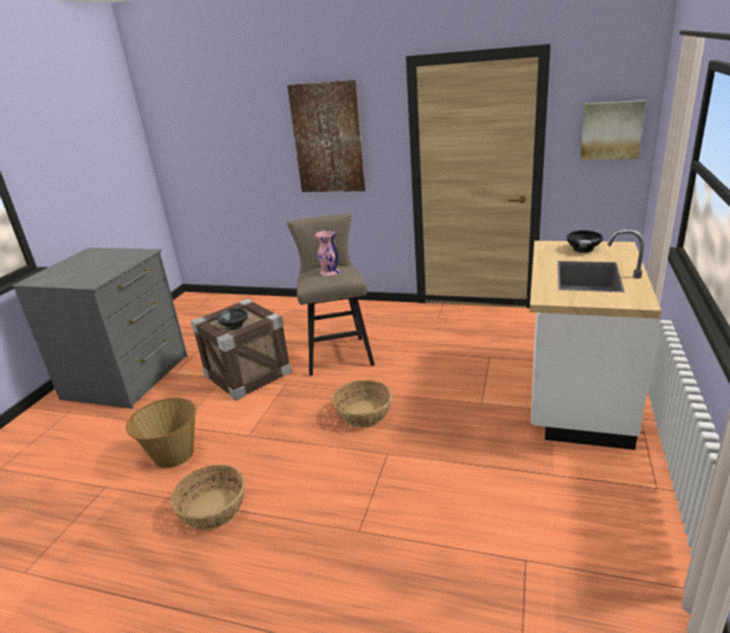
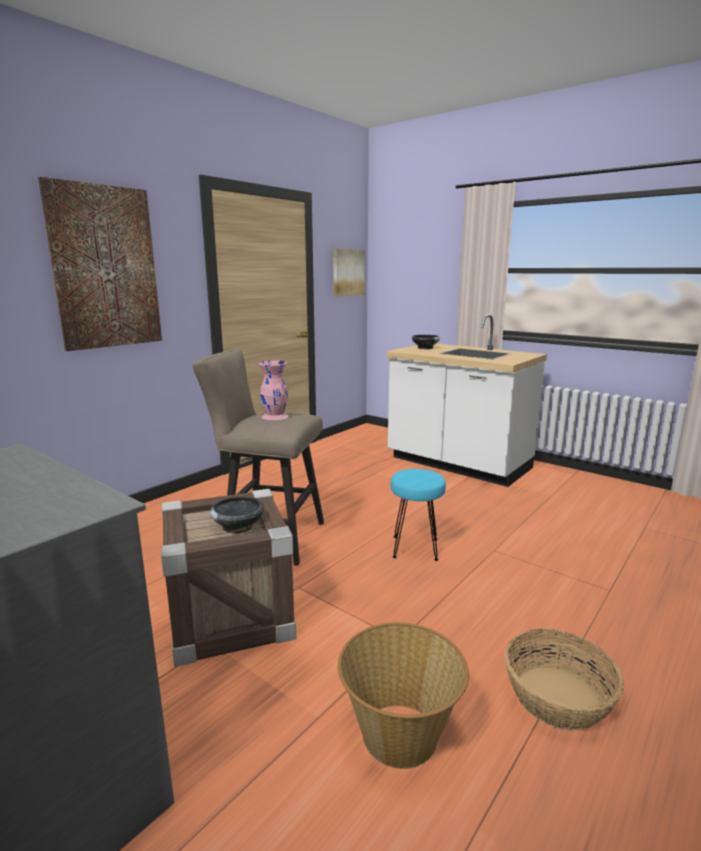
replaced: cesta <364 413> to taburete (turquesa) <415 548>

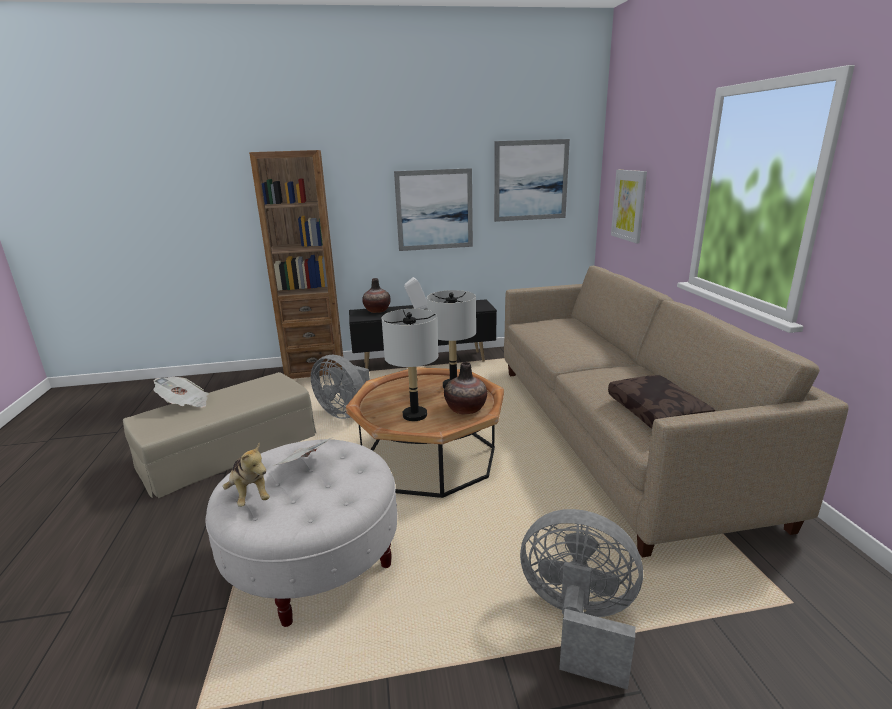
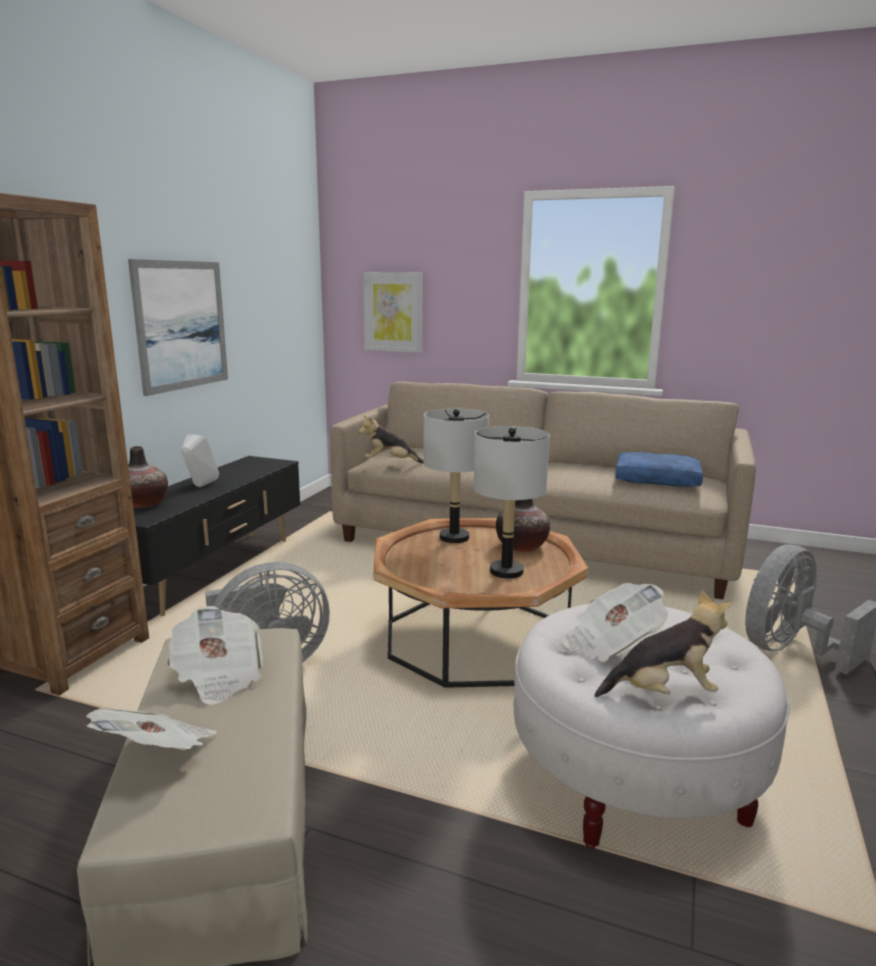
removed: cuadro <530 180>
added: periódico <218 676>; peluche <390 463>
recoloured: cojín (marrón) <658 413> to cojín (azul) <657 479>

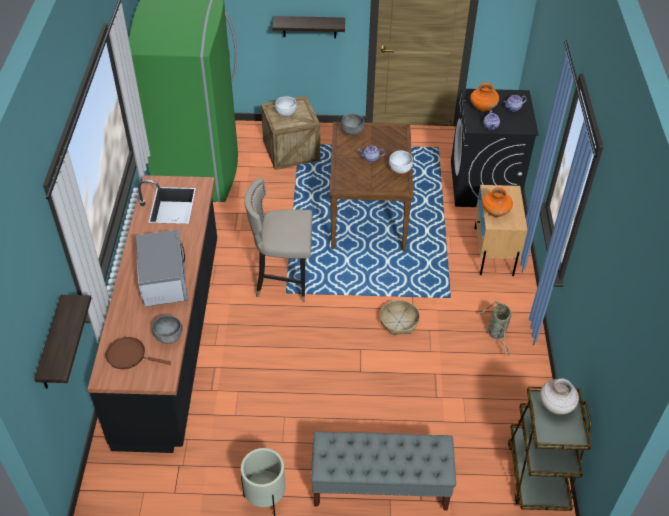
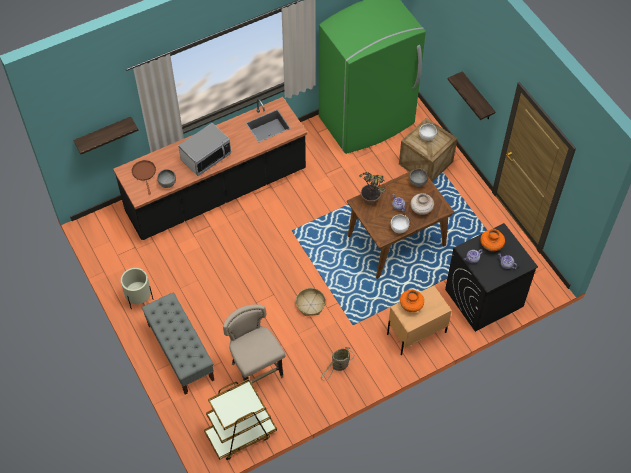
added: planta en maceta <372 203>
moved: taburete (beis) <283 281> to <256 372>; florero (beis) <556 405> to <421 209>

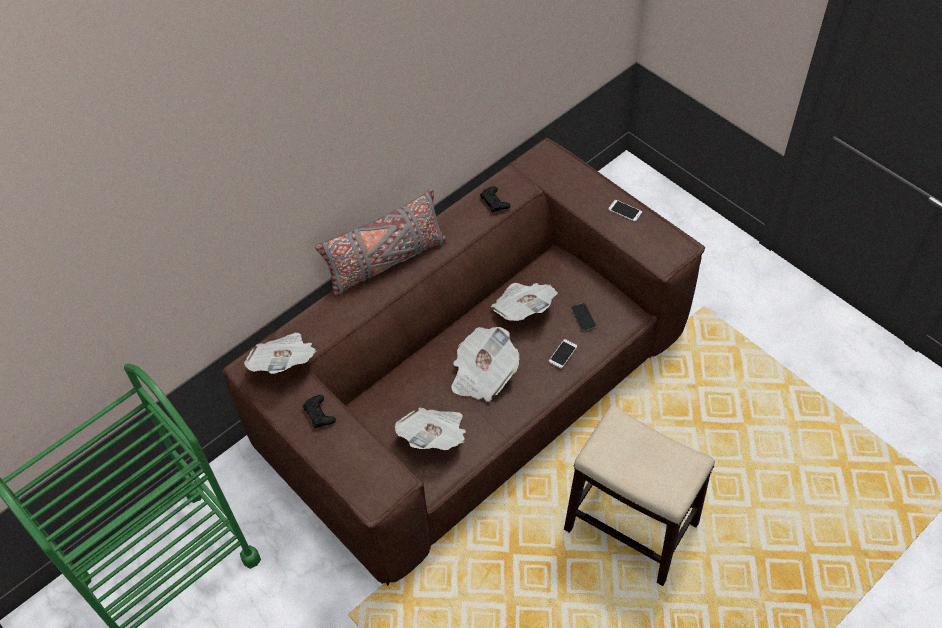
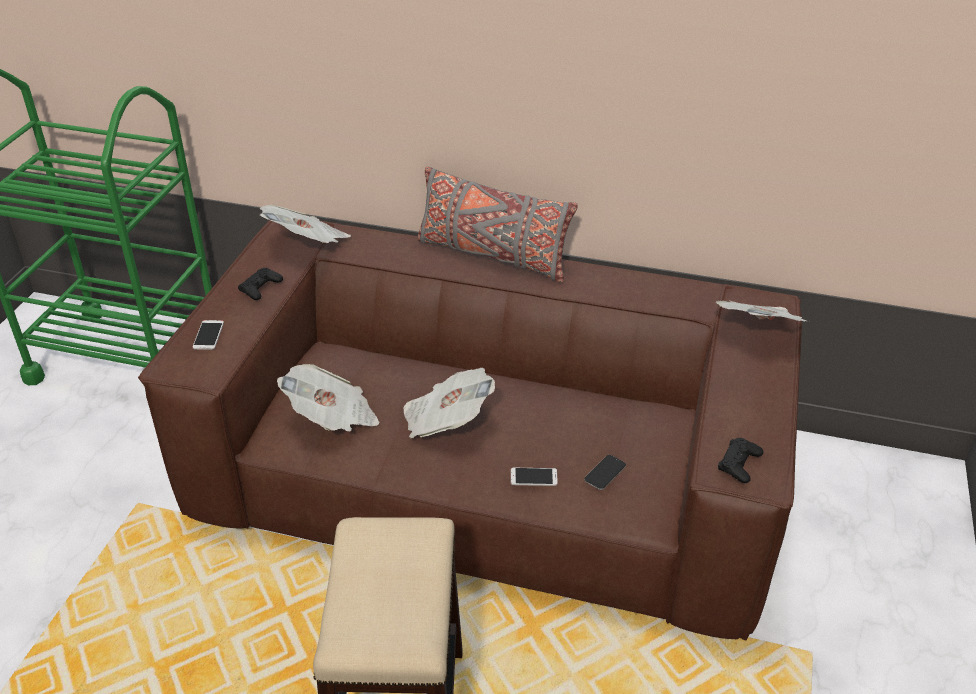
moved: móvil <625 211> to <208 335>; periódico <523 309> to <758 330>; mando de consola (negro) <494 202> to <739 464>

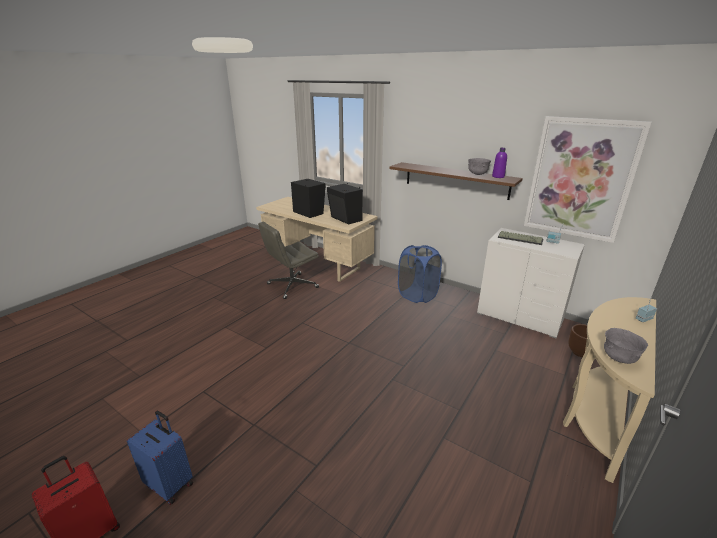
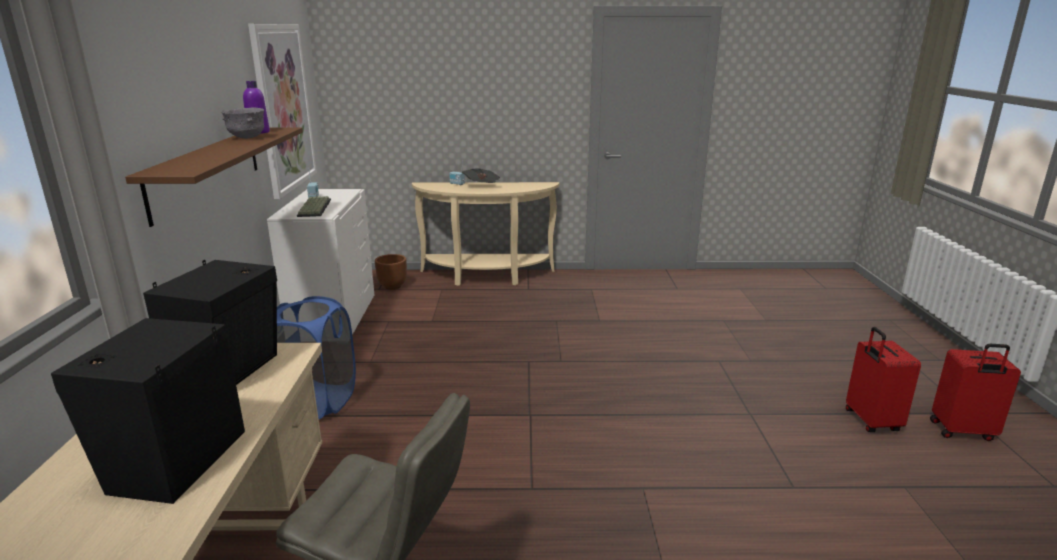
removed: cuenco (gris) <618 358>
added: periódico <482 186>
recoloured: maleta (azul) <170 484> to maleta (rojo) <870 421>

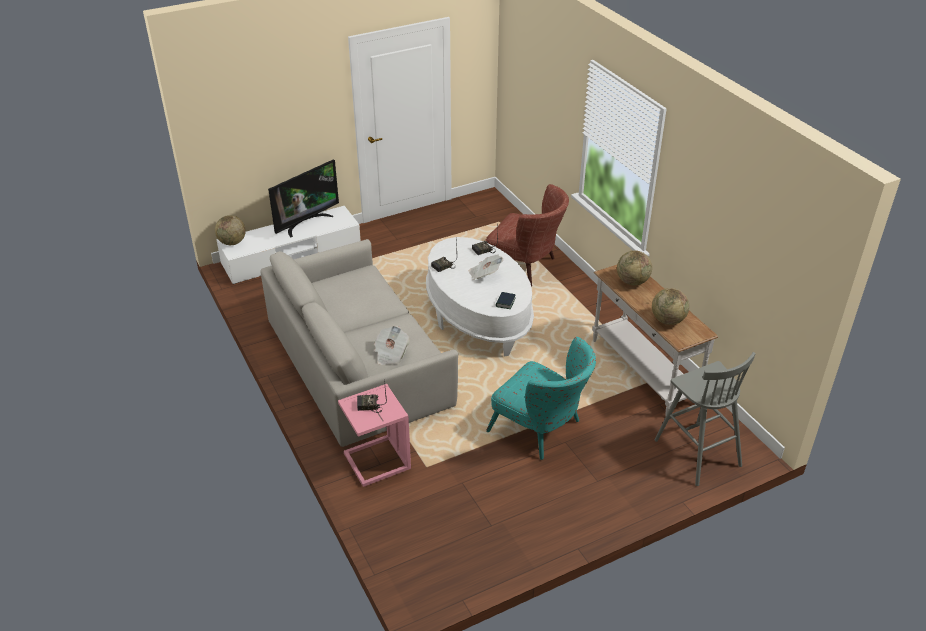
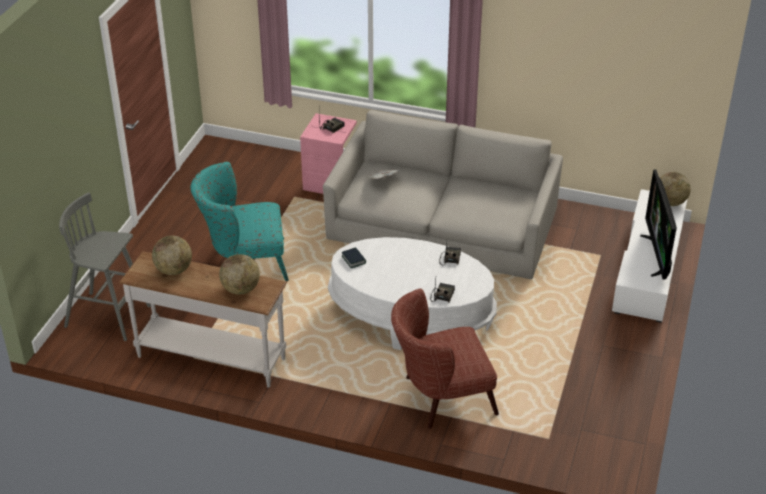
removed: periódico <485 274>

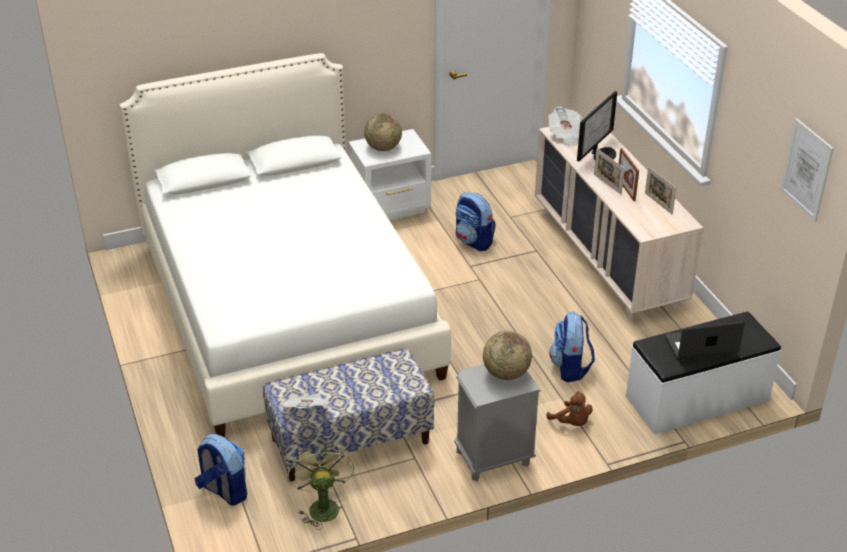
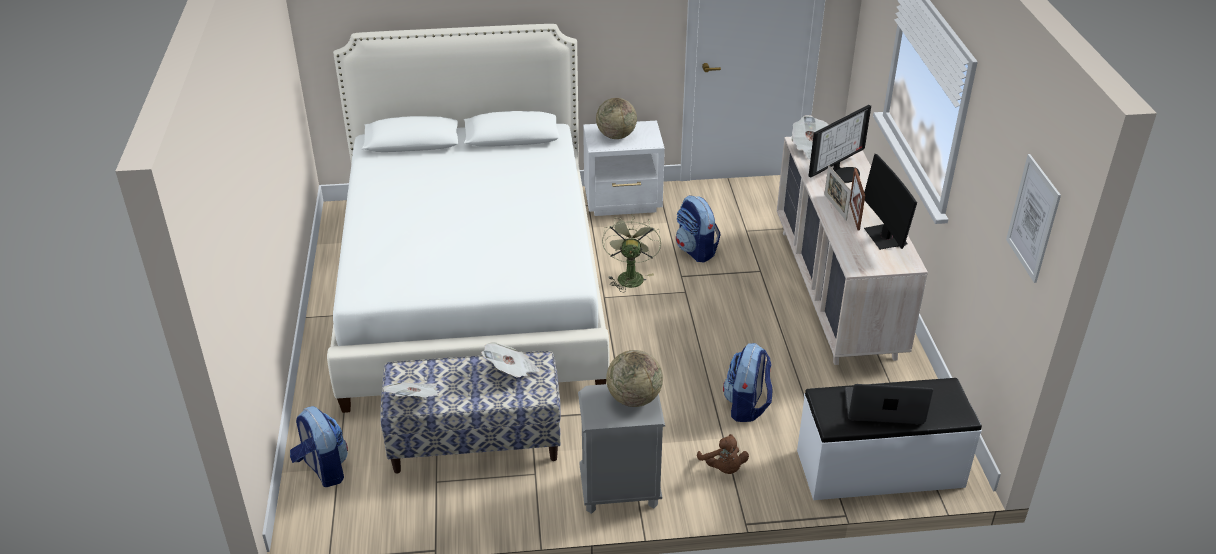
added: periódico <511 371>
moved: ventilador (verde) <321 505> to <629 276>
replaced: portarretratos <658 203> to monitor <885 237>

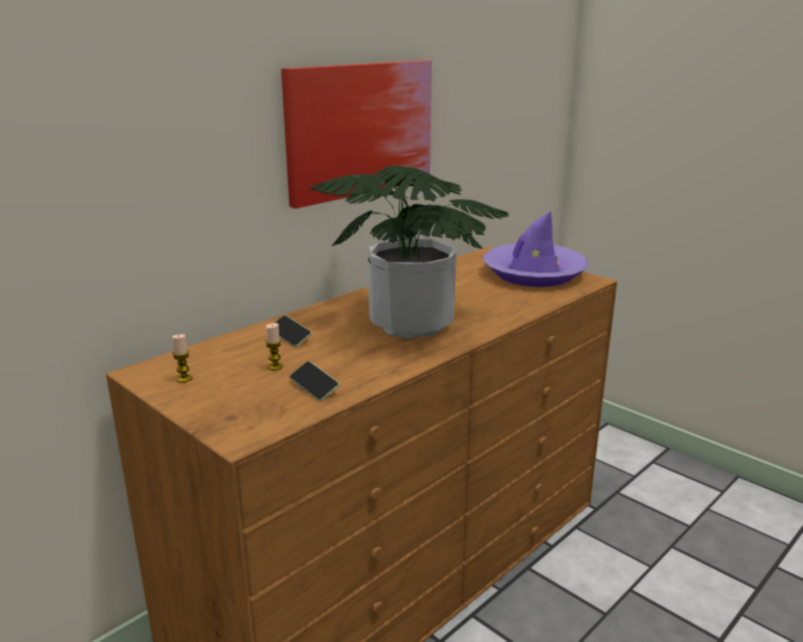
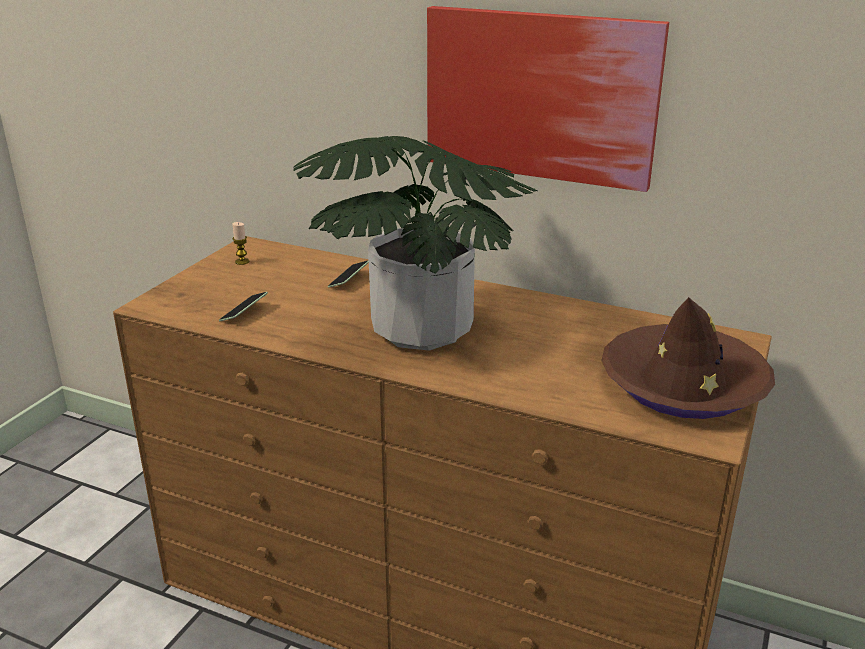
removed: vela <275 367>
recoloured: sombrero (morado) <533 274> to sombrero (marrón) <683 385>

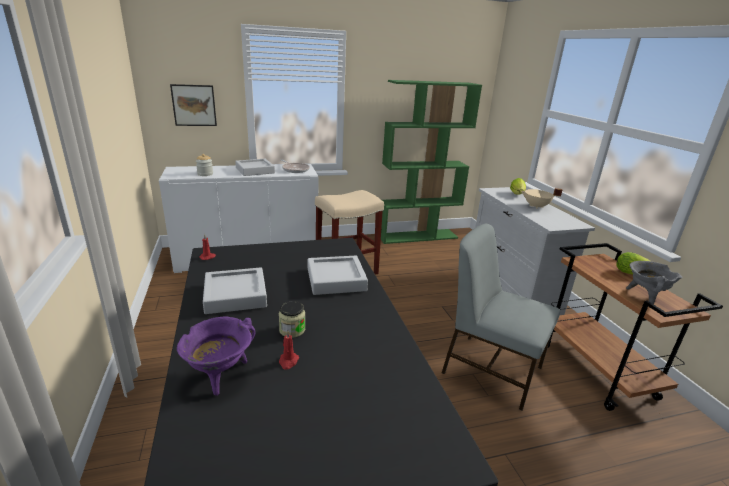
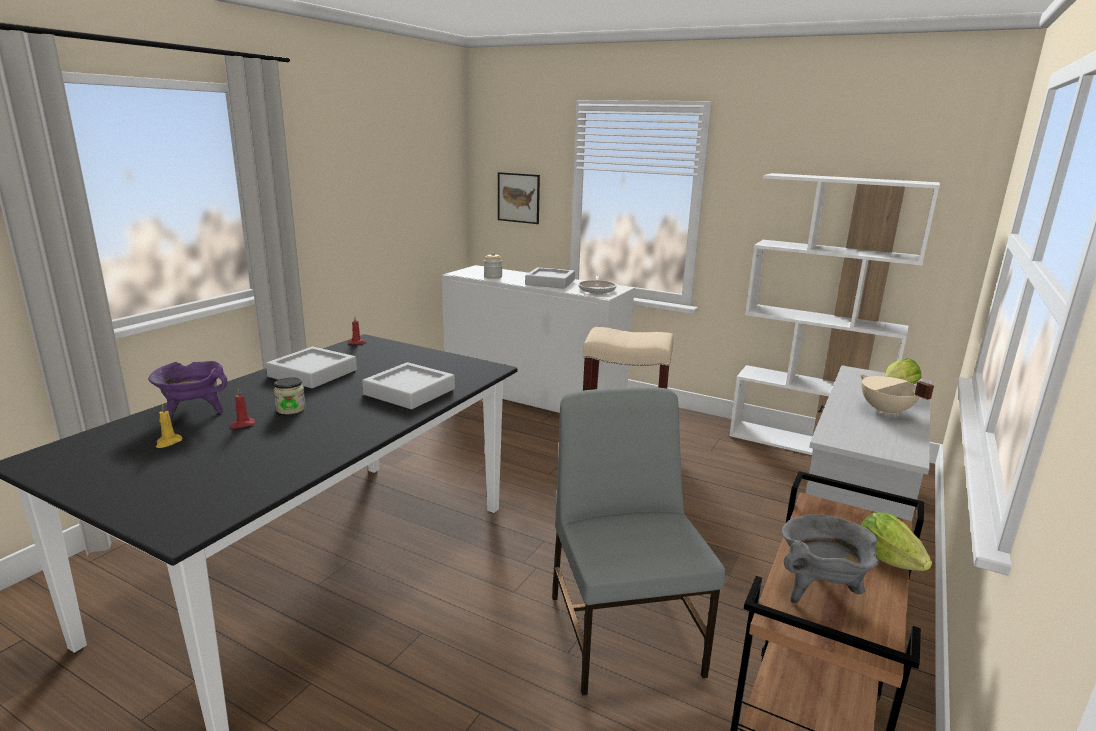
added: vela (amarillo) <168 442>
recoloured: estantería (verde) <417 236> to estantería (blanco) <804 444>

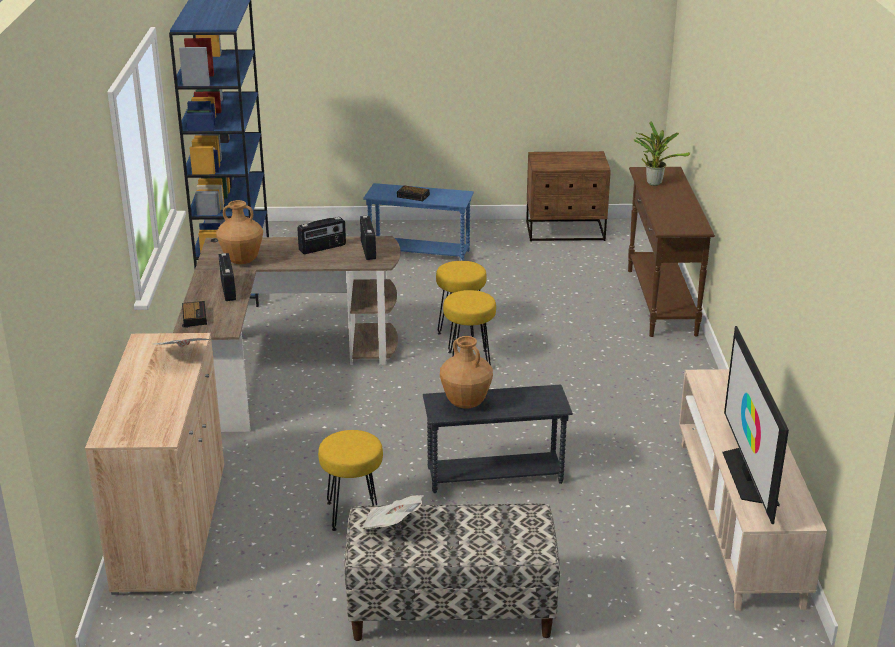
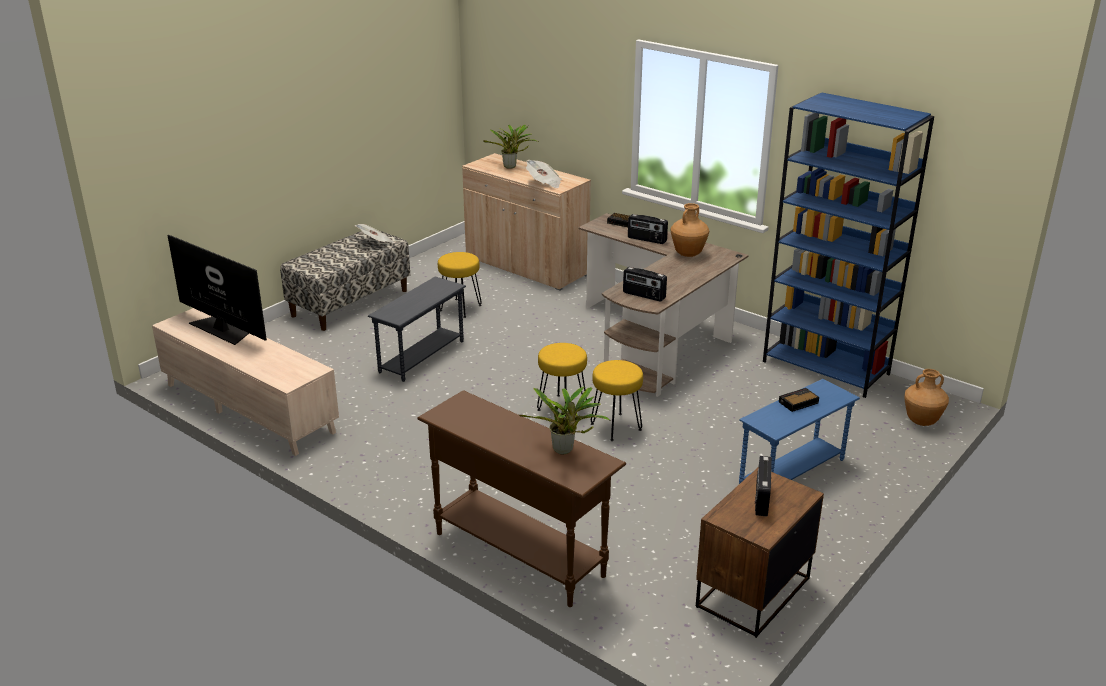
added: planta en maceta <511 167>
moved: radio <322 248> to <761 499>; florero (marrón) <465 403> to <922 421>

